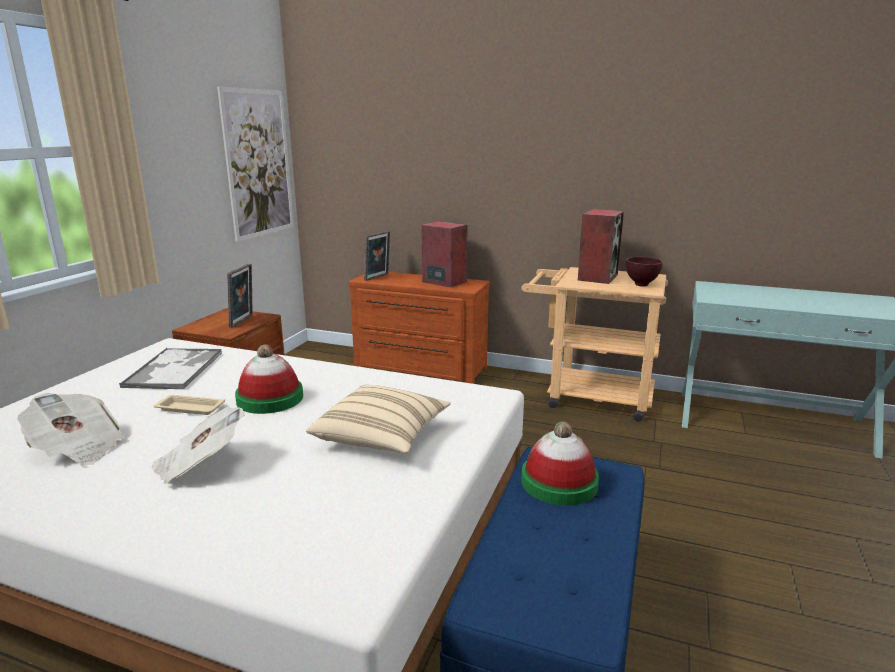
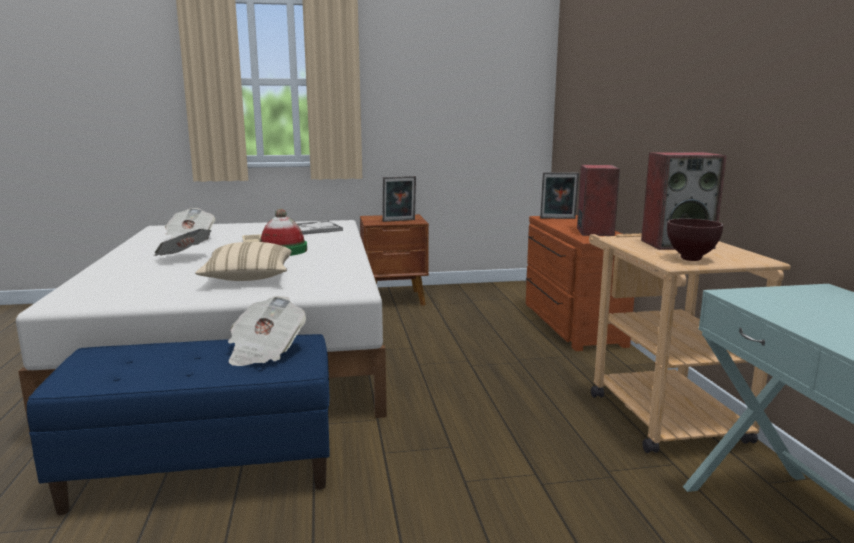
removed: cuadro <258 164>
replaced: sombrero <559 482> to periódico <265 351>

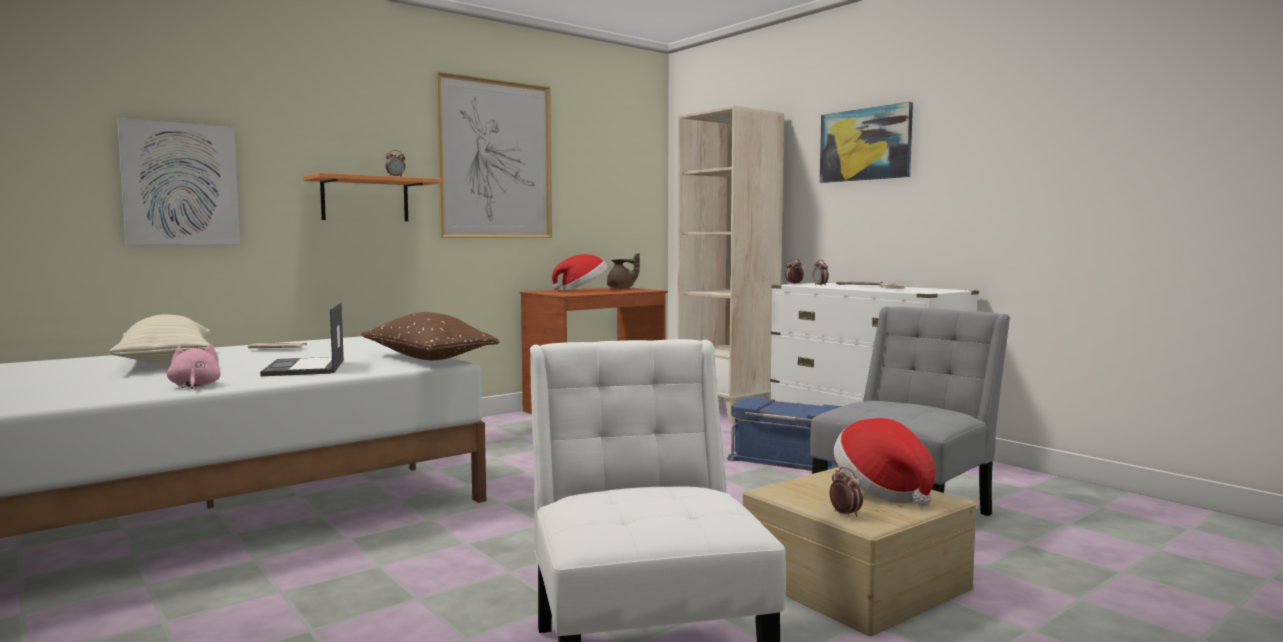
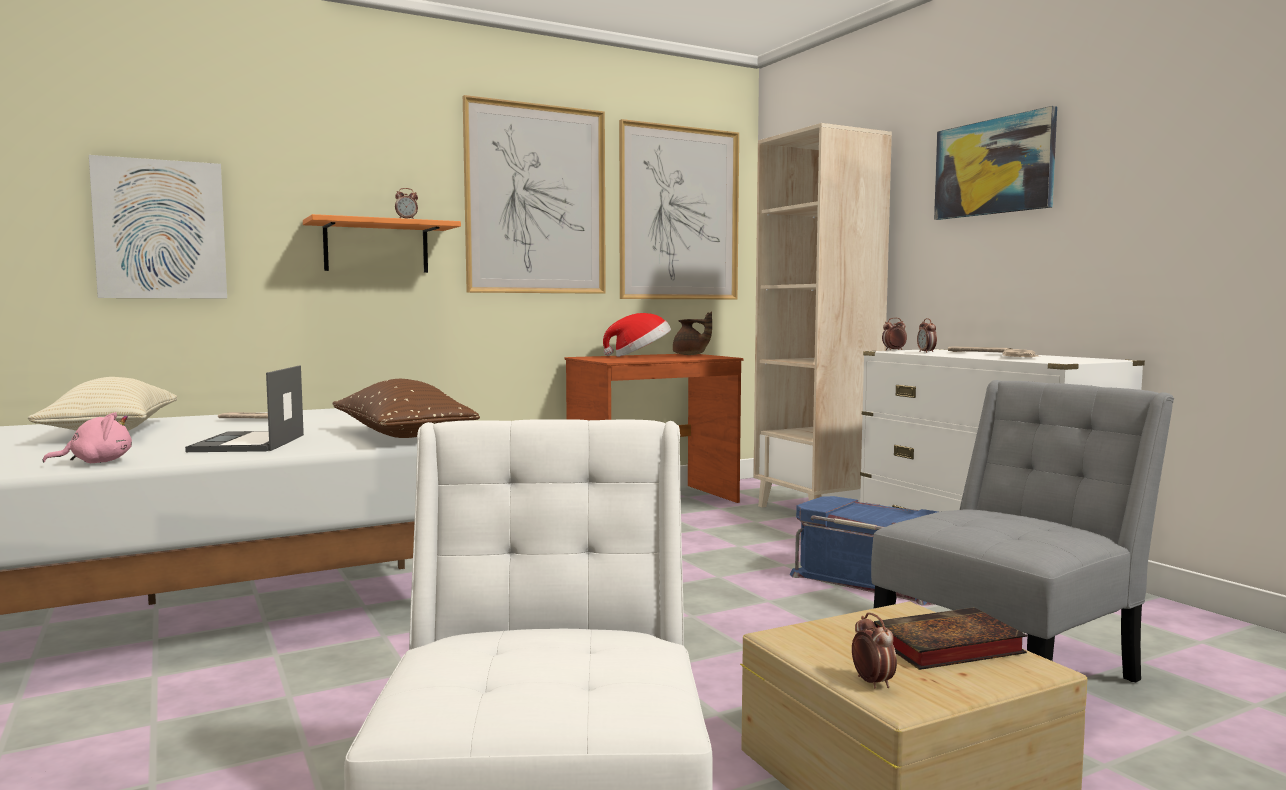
added: cuadro <679 213>
replaced: sombrero <882 491> to libro <945 647>
turned: peluche (rosa) <194 386> = <96 462> 75 degrees clockwise

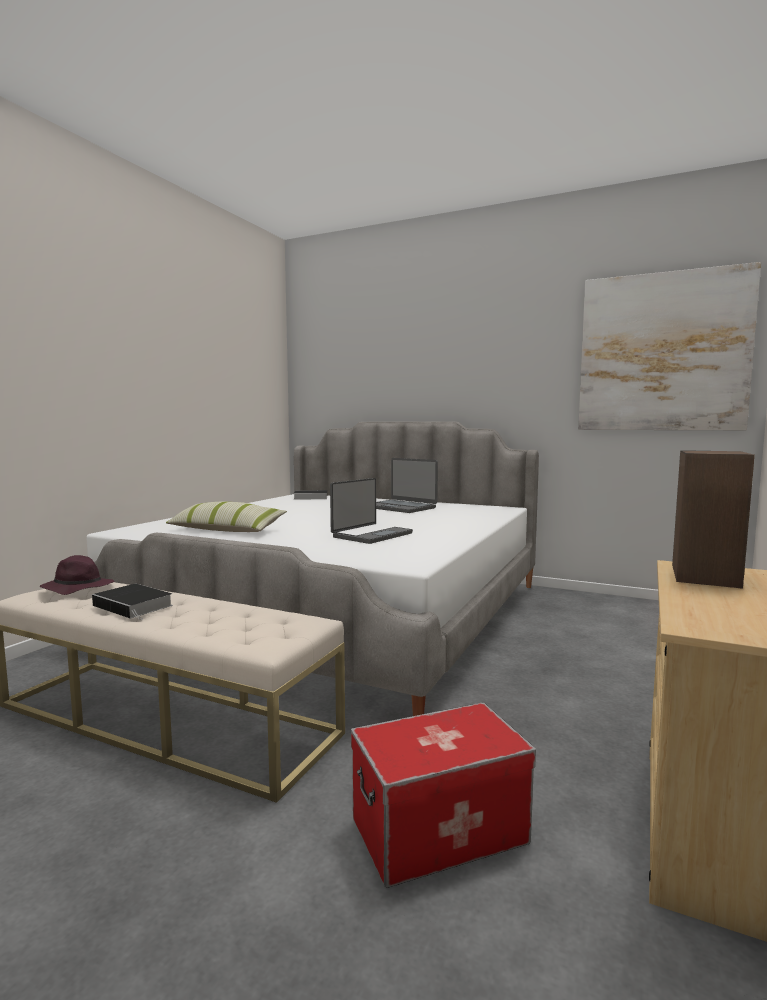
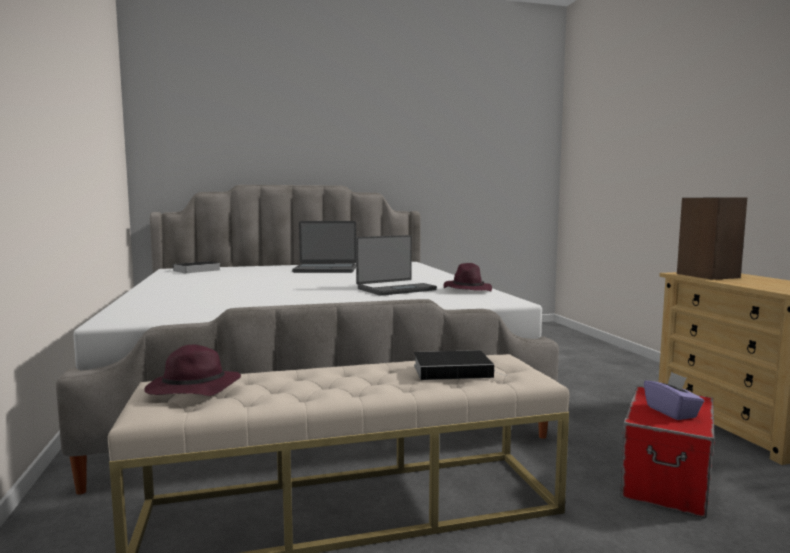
removed: cojín <227 530>; cuadro <662 352>
added: sombrero (morado) <467 290>; caja de pañuelos (morado) <672 412>
moved: libro <135 606> to <454 370>
turned: portátil <371 535> = <395 289> 60 degrees clockwise

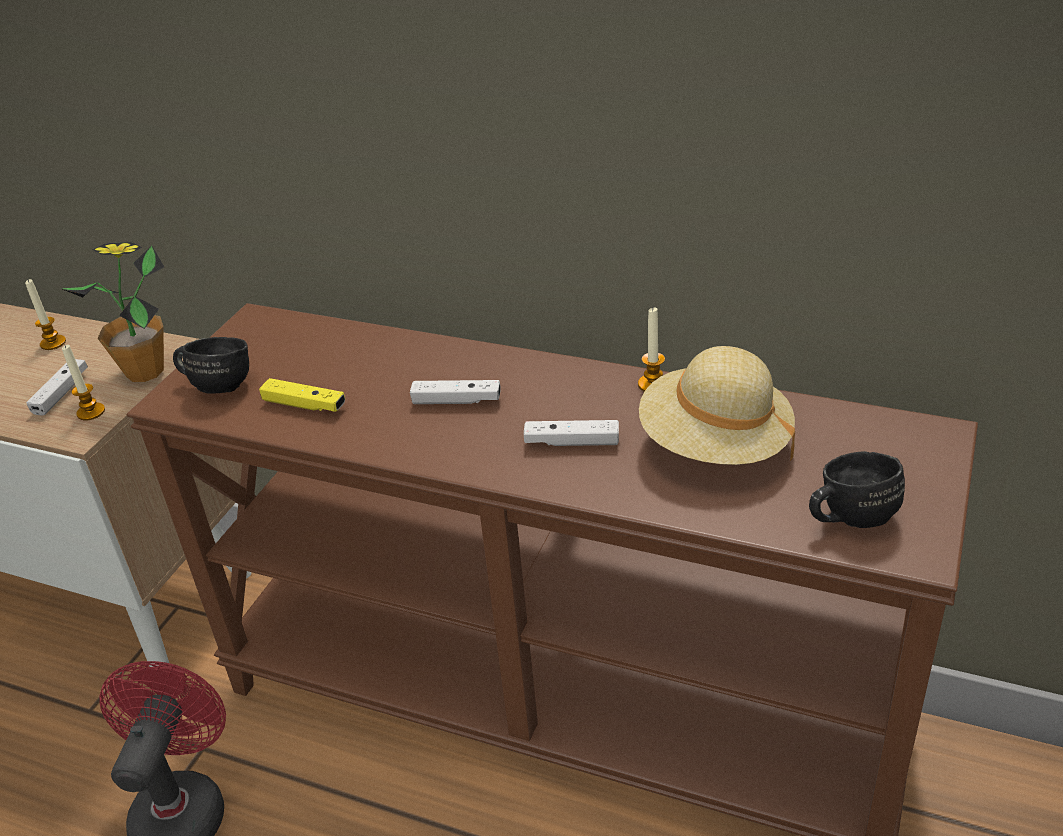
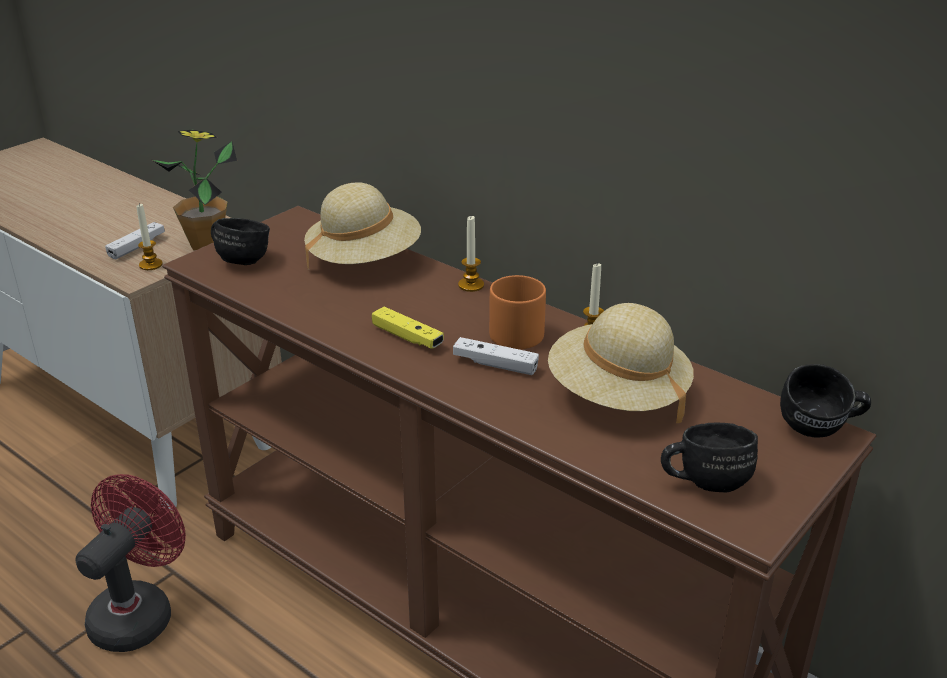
removed: mando de consola (blanco) <456 401>
added: sombrero (beis) <364 260>; taza grande (naranja) <510 330>; taza grande (negro) <820 430>
moved: mando de consola (amarillo) <304 405> to <407 337>; vela <53 343> to <471 285>

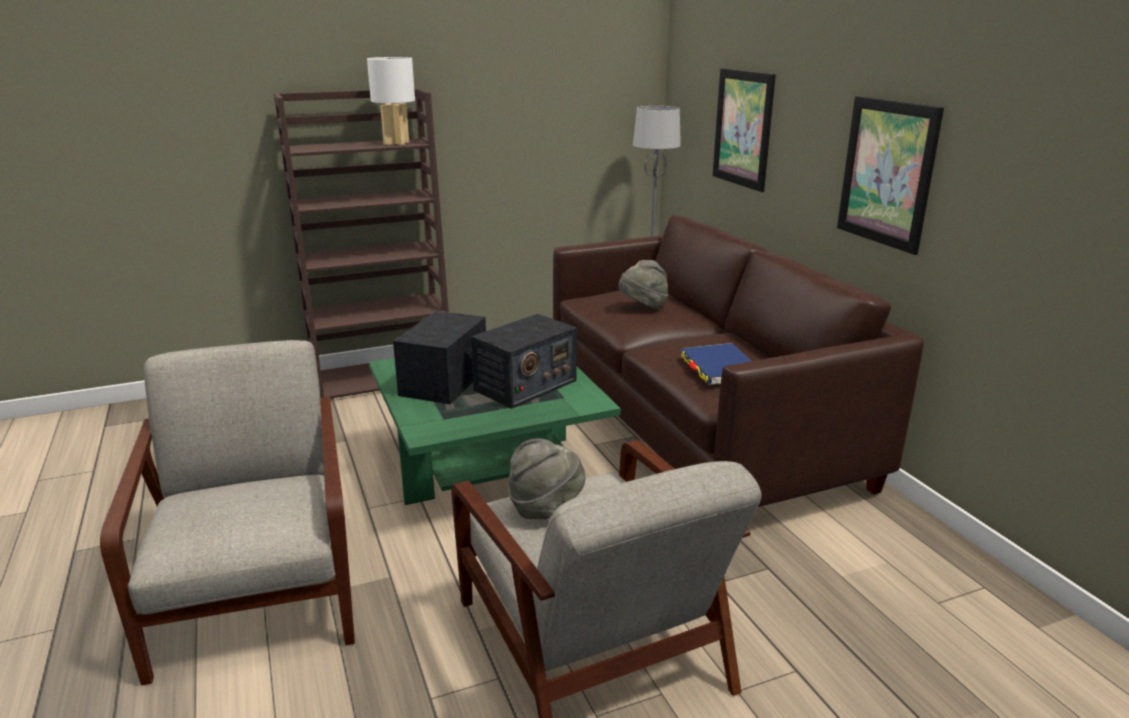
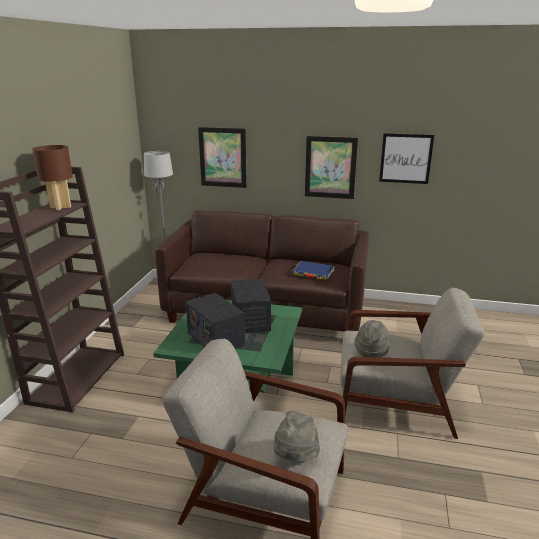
added: cuadro <405 158>
moved: sombrero (gris) <643 307> to <295 457>
recoloured: lámpara de mesa (blanco) <397 143> to lámpara de mesa (marrón) <61 207>

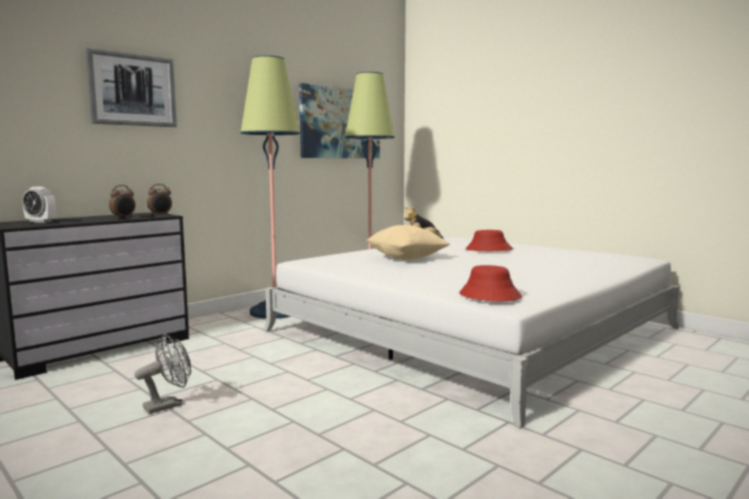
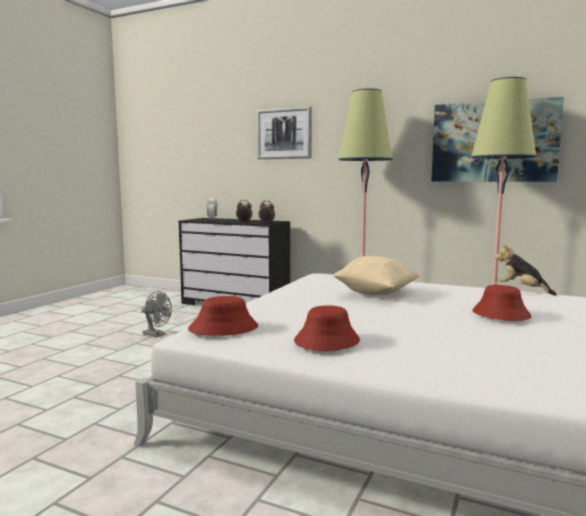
added: sombrero (rojo) <326 341>

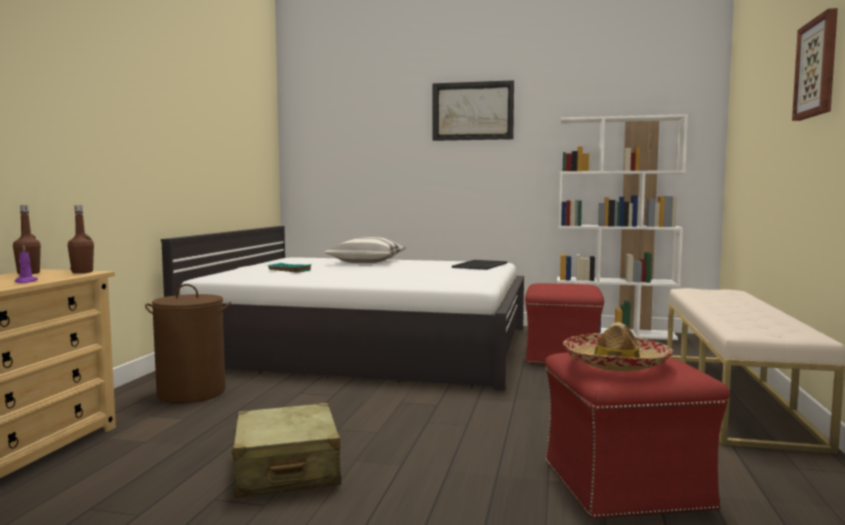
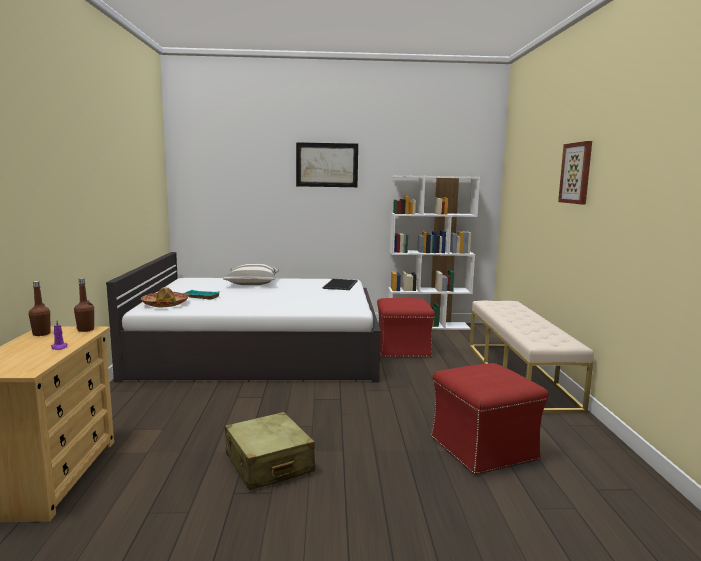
removed: cesto de la ropa (marrón) <192 393>
moved: sombrero <616 363> to <165 304>

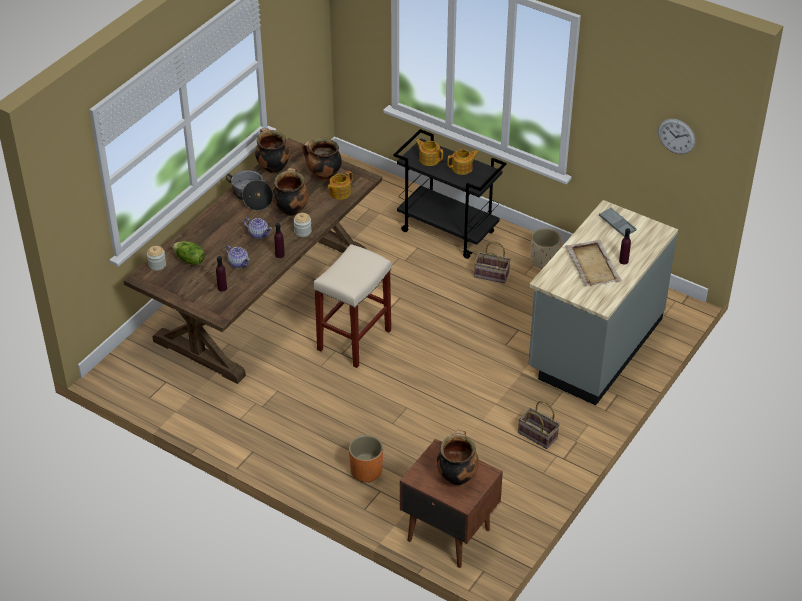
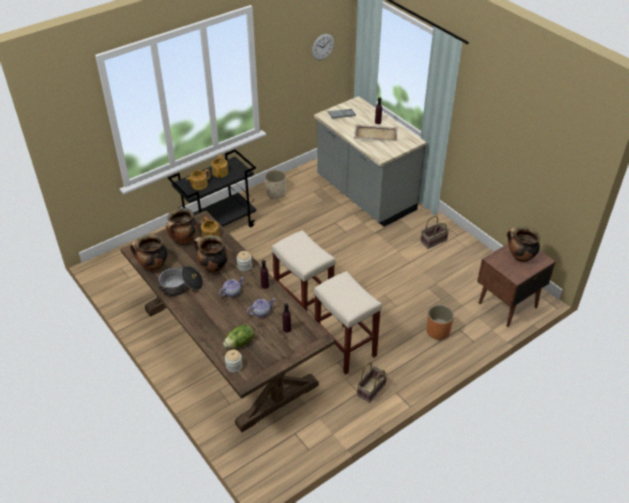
added: taburete (beis) <346 349>
moved: cesta <490 275> to <371 390>

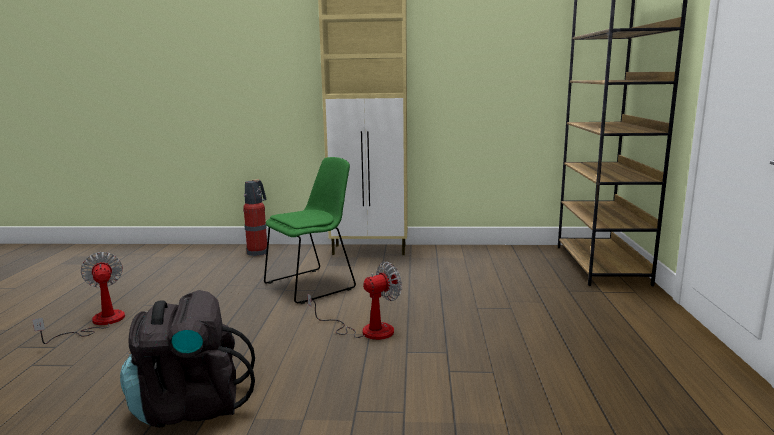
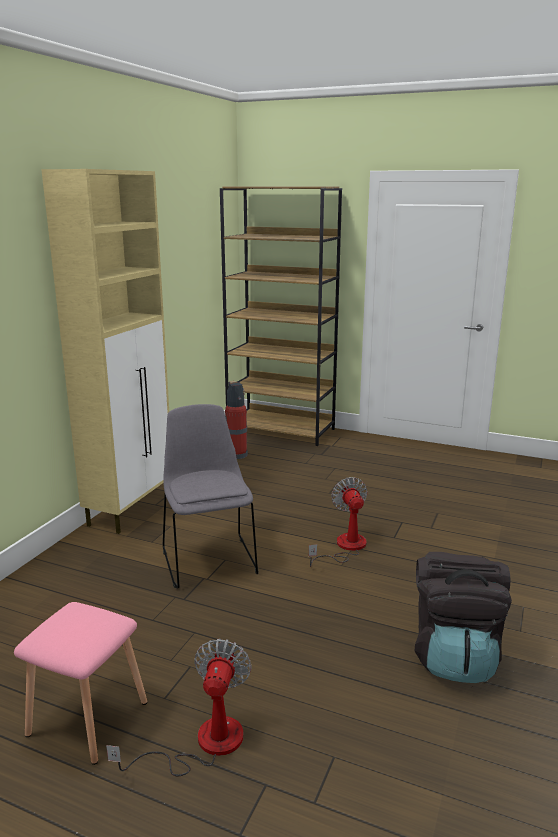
added: taburete (rosa) <87 720>
moved: extintor <258 252> to <236 454>
recoloured: silla (verde) <312 285> to silla (gris) <209 559>
turned: ventilador <98 323> = <203 744> 105 degrees clockwise

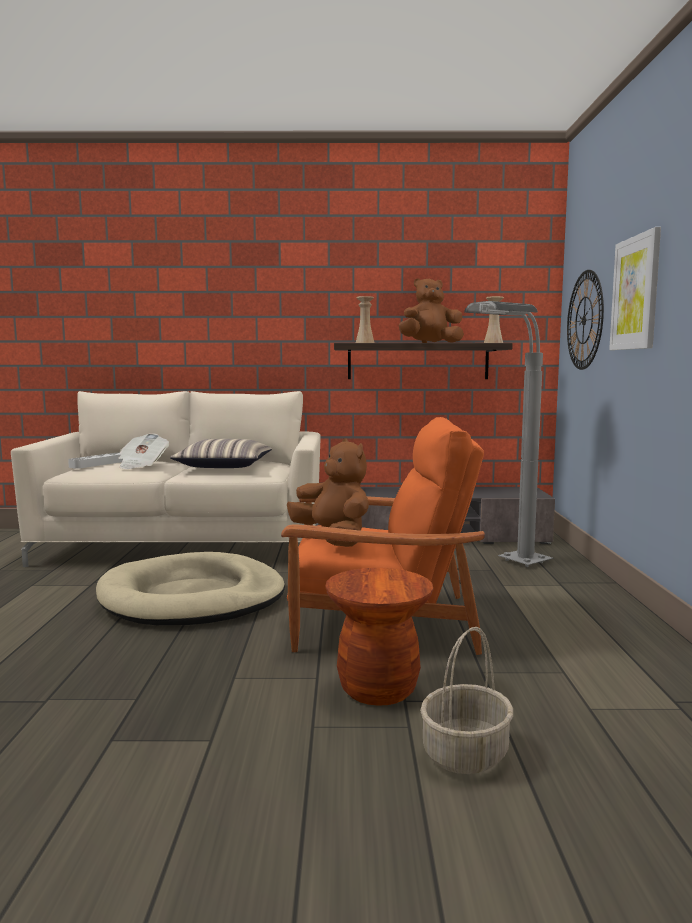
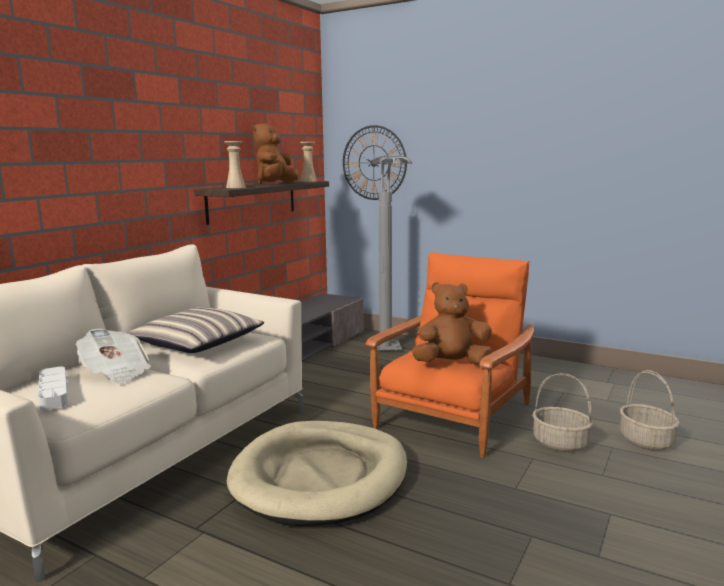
removed: cuadro <635 293>
replaced: taburete (marrón) <378 689> to cesta <559 443>

